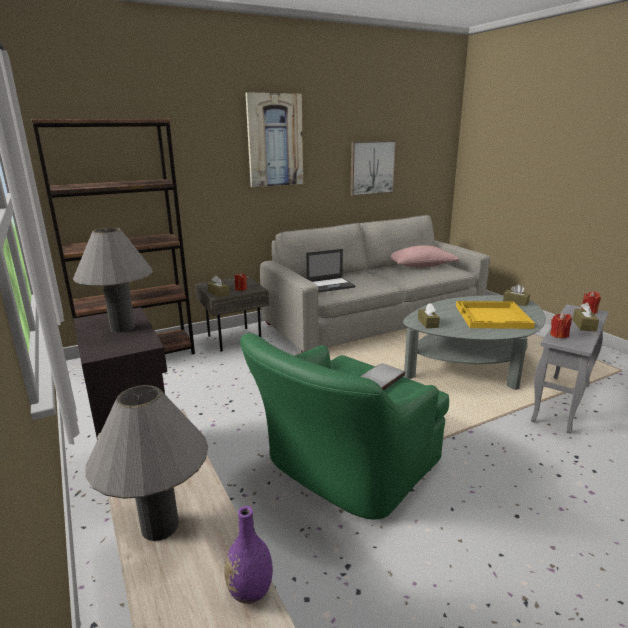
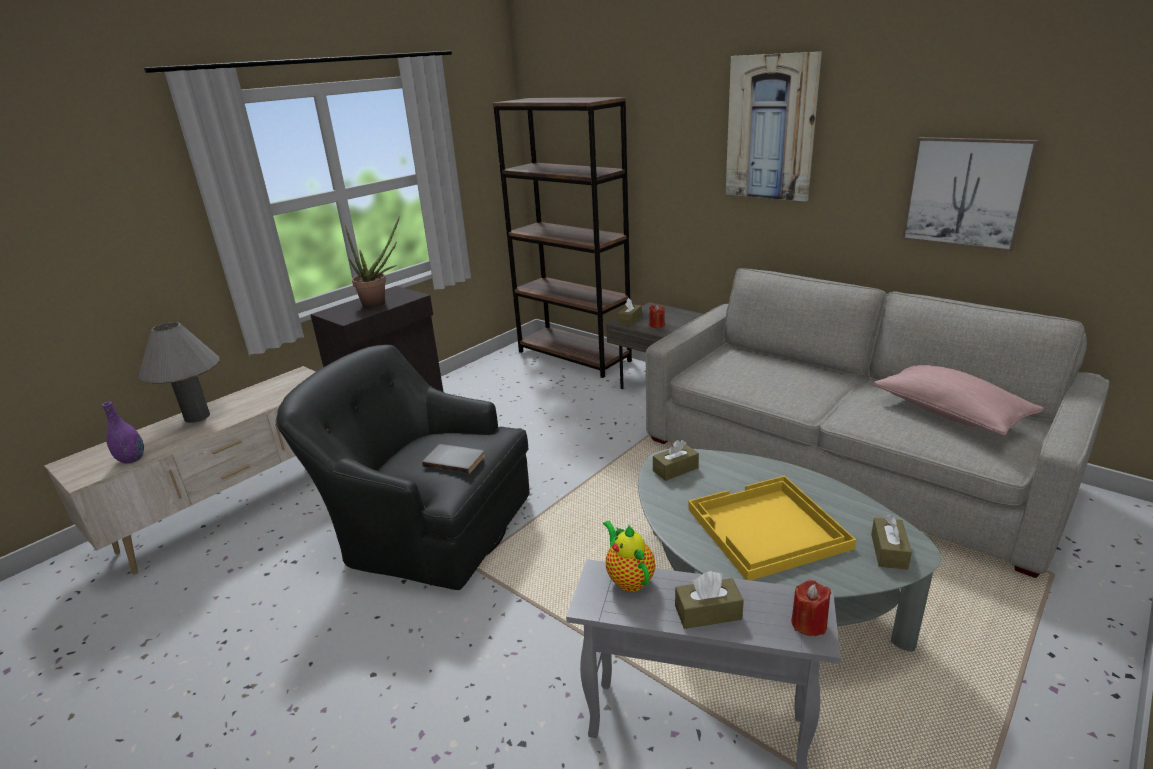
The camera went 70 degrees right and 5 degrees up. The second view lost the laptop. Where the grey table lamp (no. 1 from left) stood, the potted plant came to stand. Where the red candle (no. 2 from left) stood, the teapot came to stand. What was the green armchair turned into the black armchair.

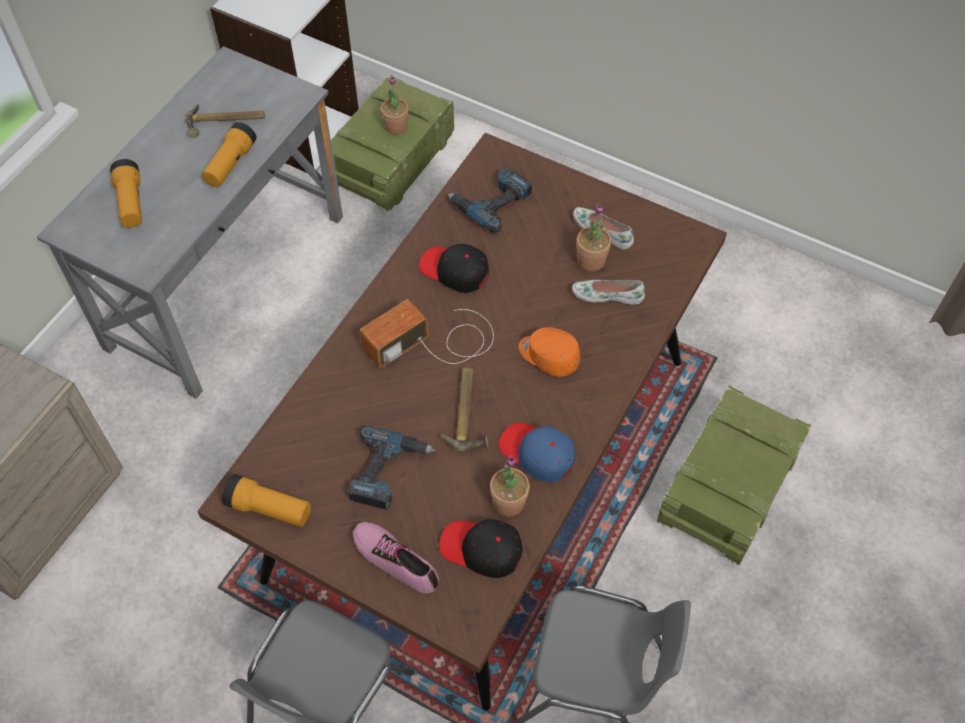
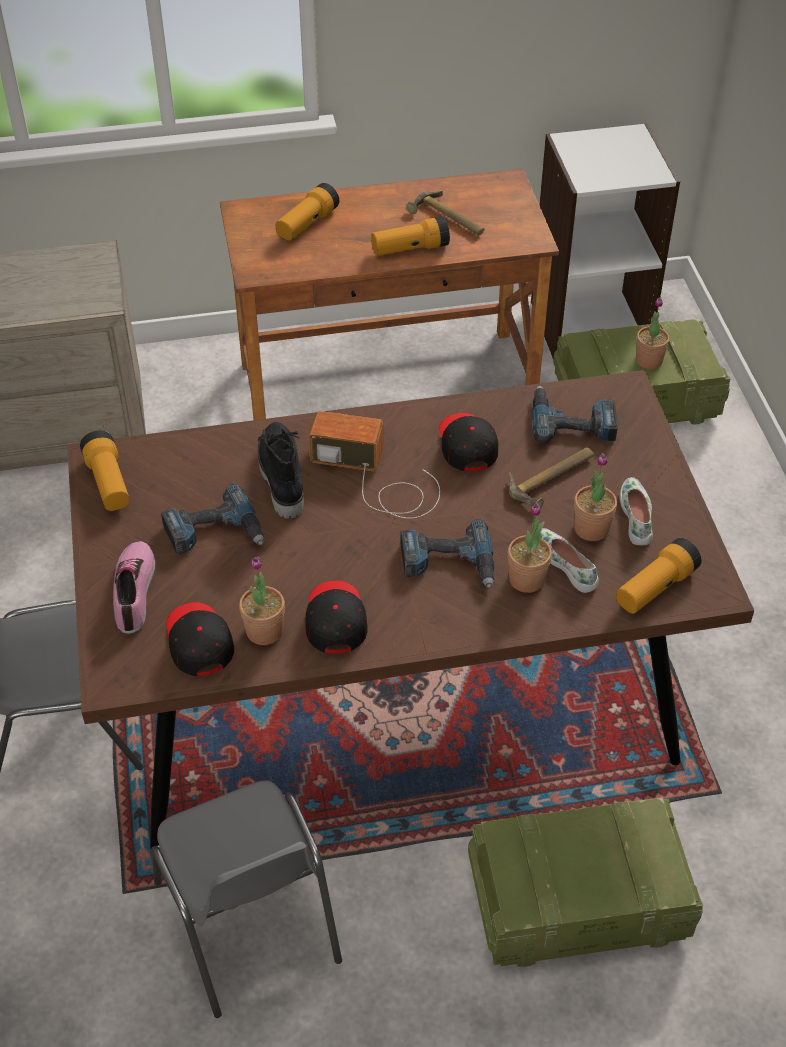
The camera went 50 degrees right and 10 degrees down. The second view gained the black boot. The second view gained the potted plant (no. 2 from left). The second view gained the flashlight (no. 4 from left). The hammer (no. 2 from left) ended up elsewhere. Where the orange cap stood, the power drill (no. 2 from left) came to stand. What was the grey desk turned into the brown desk. What was the blue cap turned into the black cap (no. 2 from left).

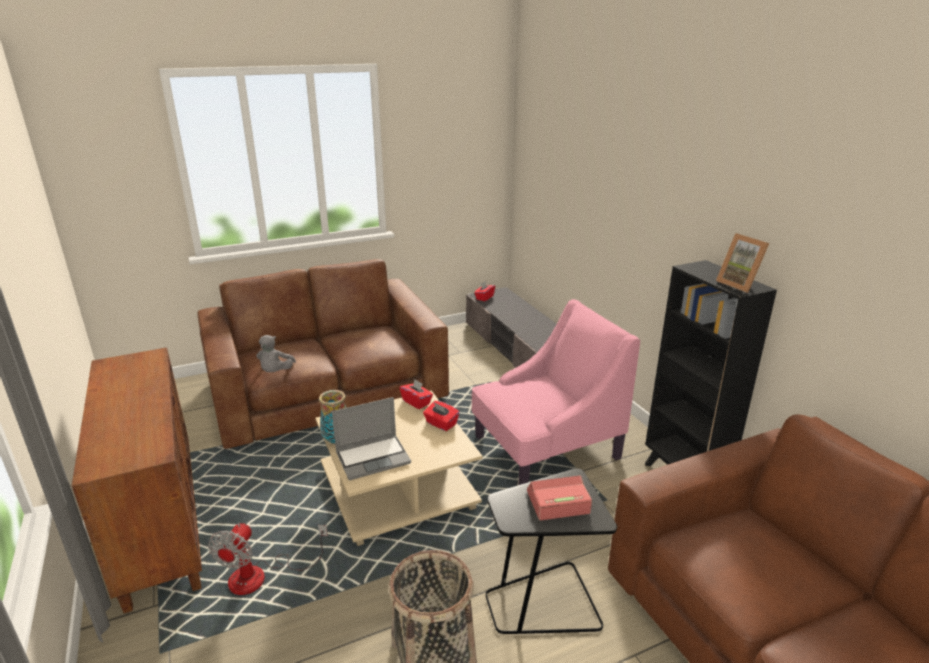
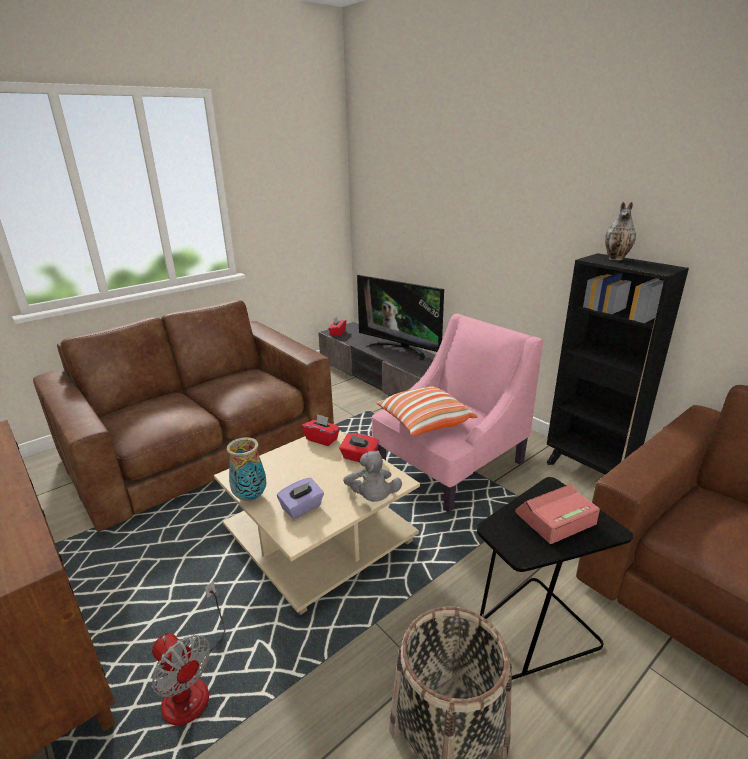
The camera went 15 degrees left and 0 degrees up. The second view lost the picture frame. The second view gained the television. The second view gained the pillow. The second view gained the vase (no. 2 from left). The grey plush toy ended up elsewhere. Where the laptop stood, the purple tissue box came to stand. The fan ended up facing another way, 45 degrees counterclockwise from before.

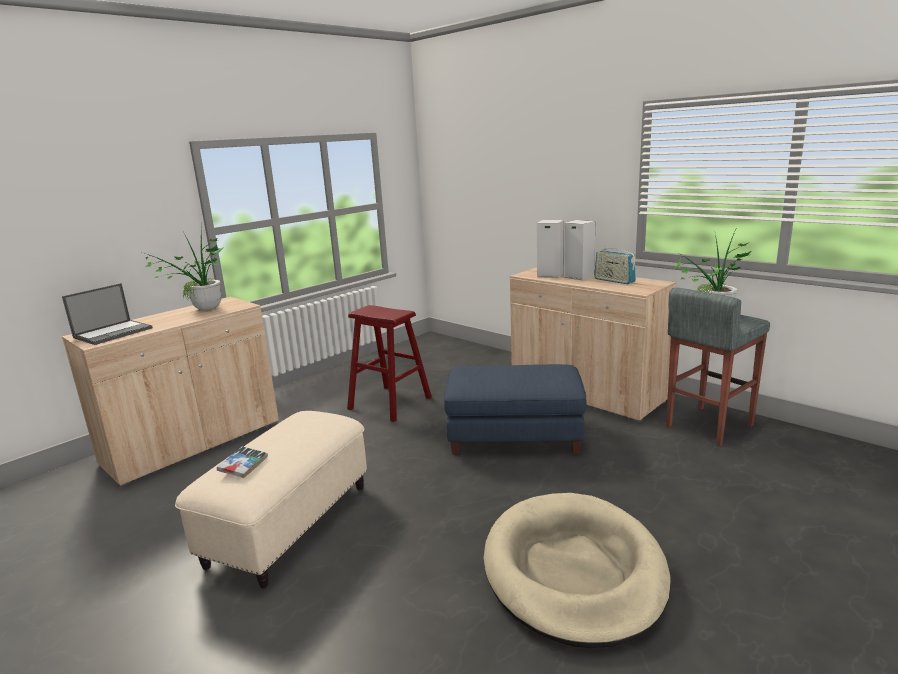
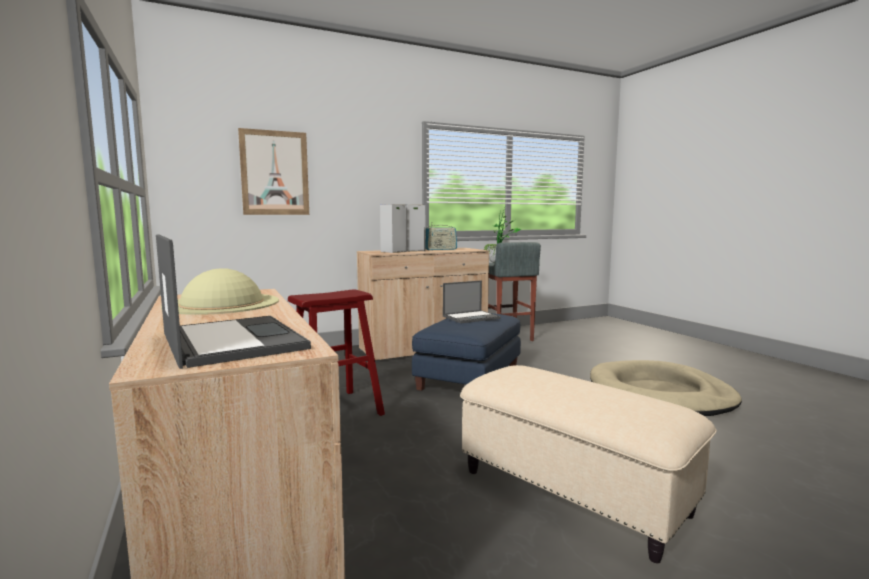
The camera went 70 degrees left and 10 degrees down. The second view lost the book. The second view gained the picture. The second view gained the laptop (no. 2 from left). Where the potted plant (no. 1 from left) stood, the beige hat came to stand.

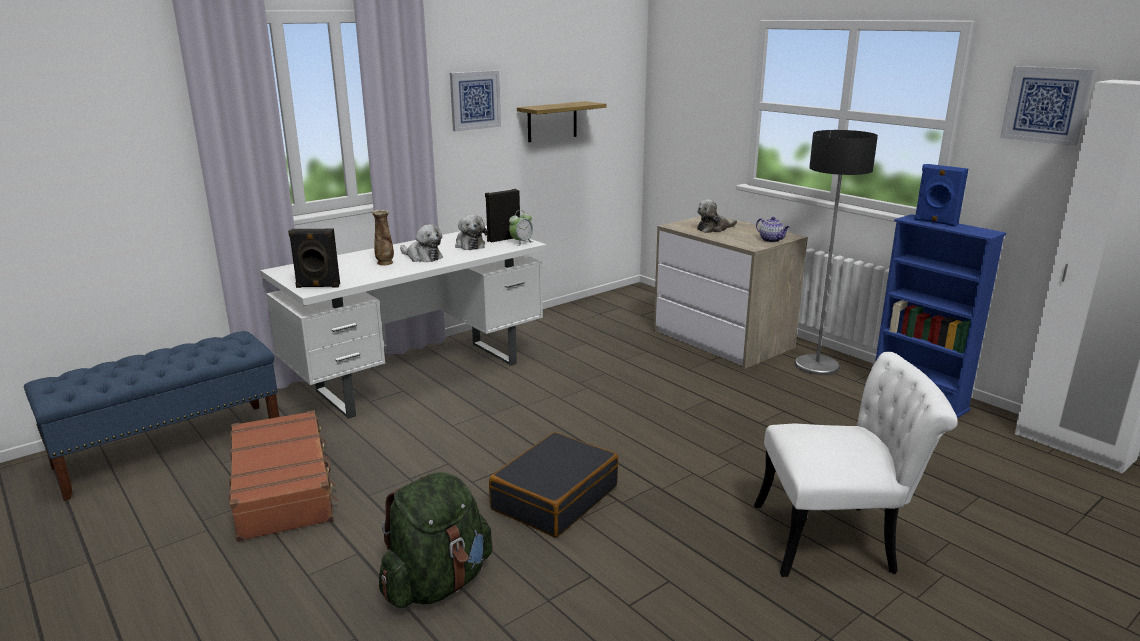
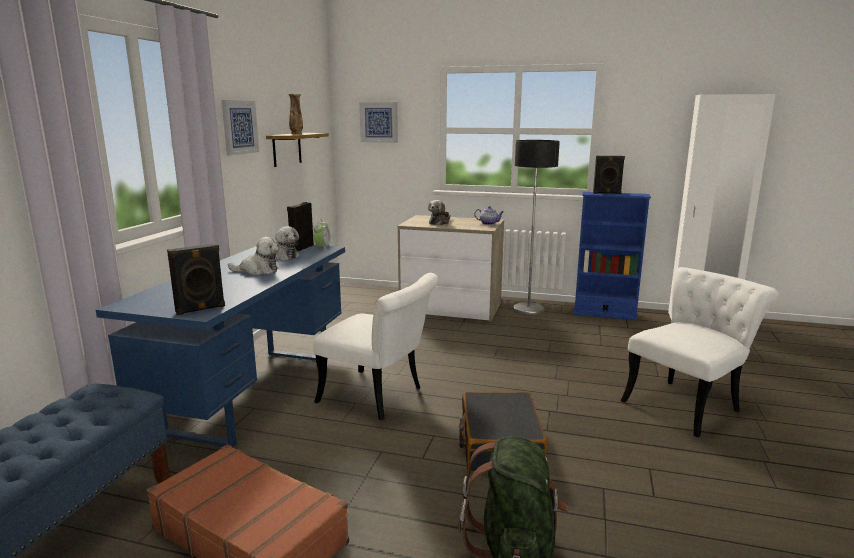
The camera went 35 degrees left and 5 degrees down. The second view gained the white chair (no. 1 from left). The vase ended up elsewhere. The picture (no. 2 from left) ended up elsewhere. What was the white desk turned into the blue desk. What was the blue speaker turned into the black speaker (no. 3 from left).

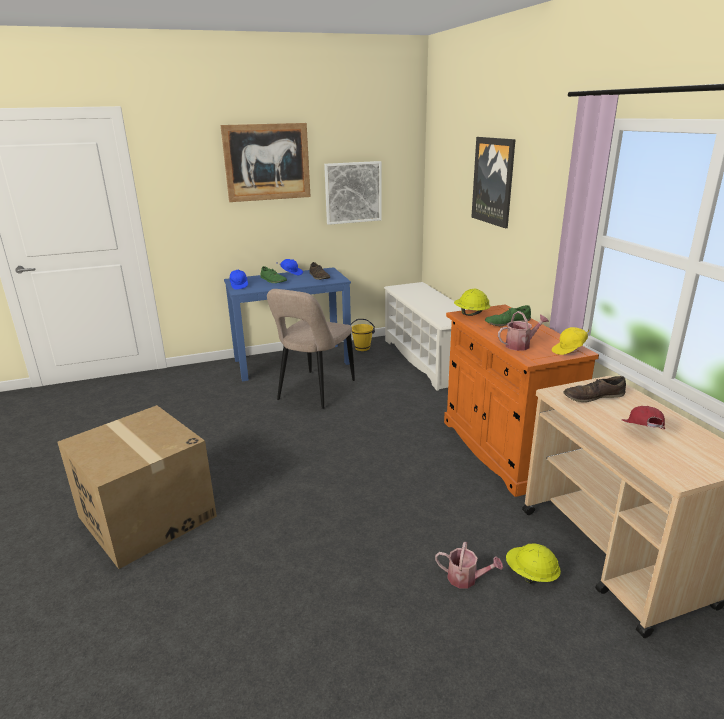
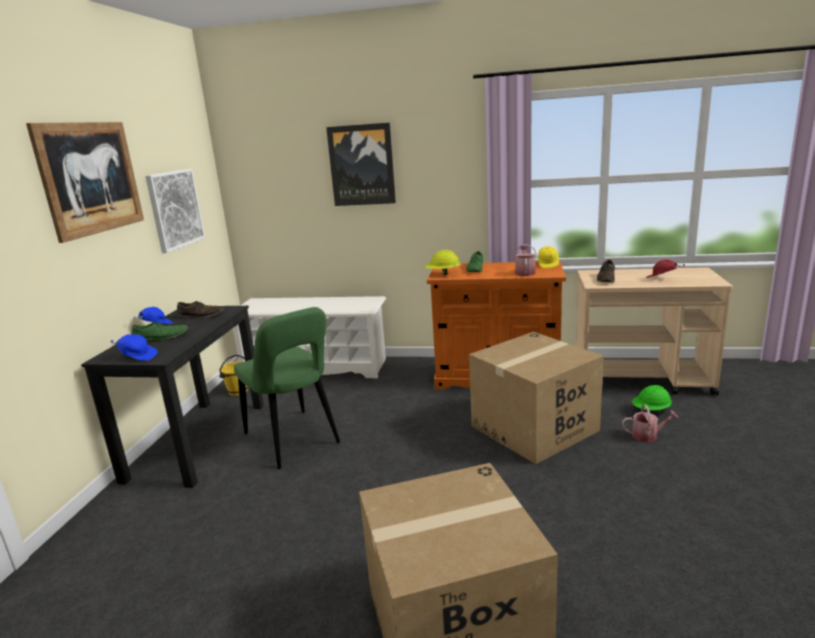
The camera went 60 degrees left and 5 degrees down. The second view gained the cardboard box (no. 2 from left). What was the blue desk turned into the black desk. What was the beige chair turned into the green chair. What was the yellow hard hat (no. 2 from left) turned into the green hard hat. The watering can (no. 1 from left in the first image) ended up facing another way, 45 degrees clockwise from before.

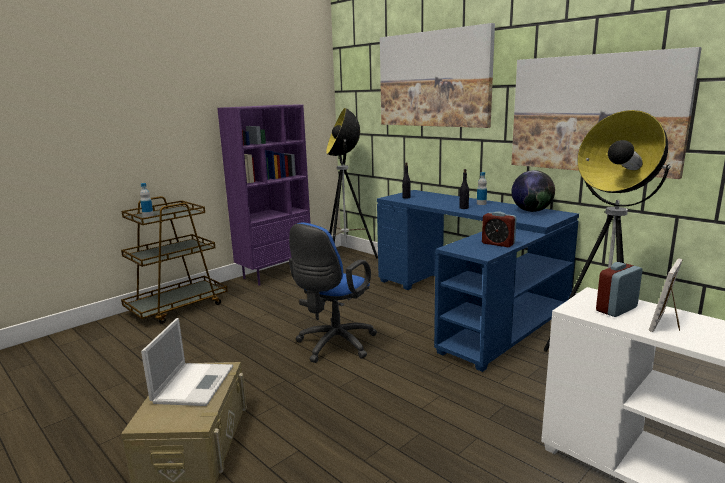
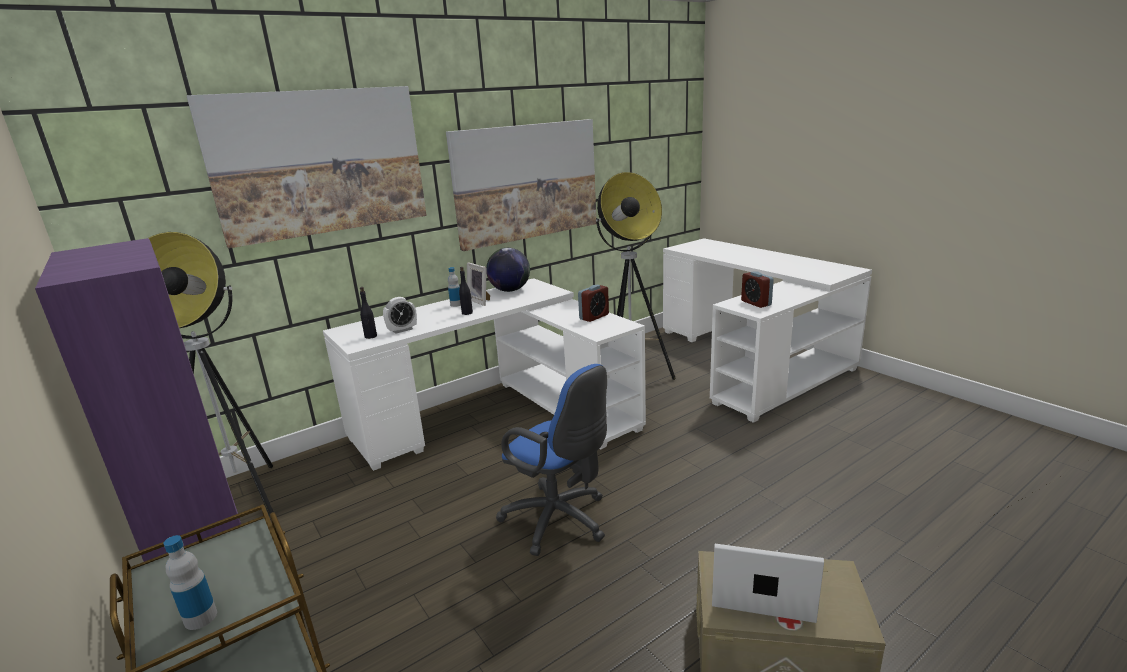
The camera went 80 degrees left and 5 degrees up. The second view gained the alarm clock (no. 1 from left). The picture frame ended up elsewhere. What was the blue desk turned into the white desk (no. 1 from left).

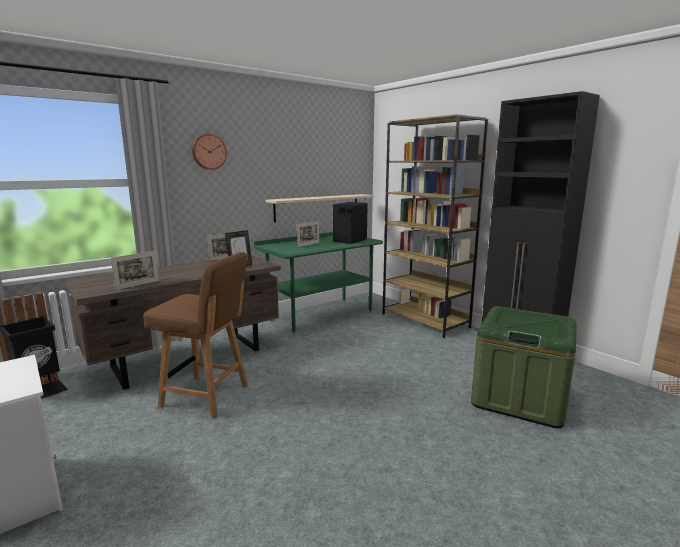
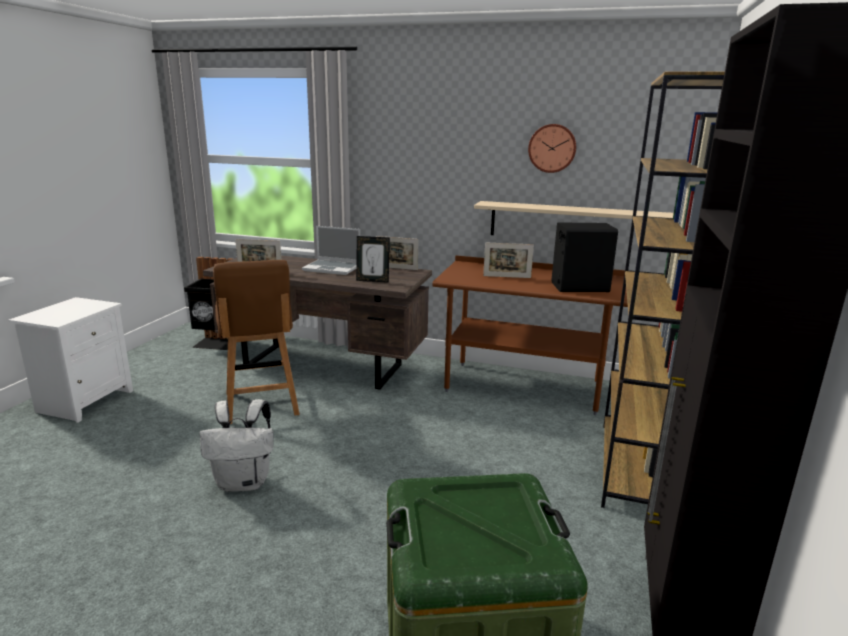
The camera went 55 degrees right and 5 degrees up. The second view gained the white backpack. The second view gained the laptop. The wall clock ended up elsewhere. What was the green desk turned into the brown desk (no. 2 from left).

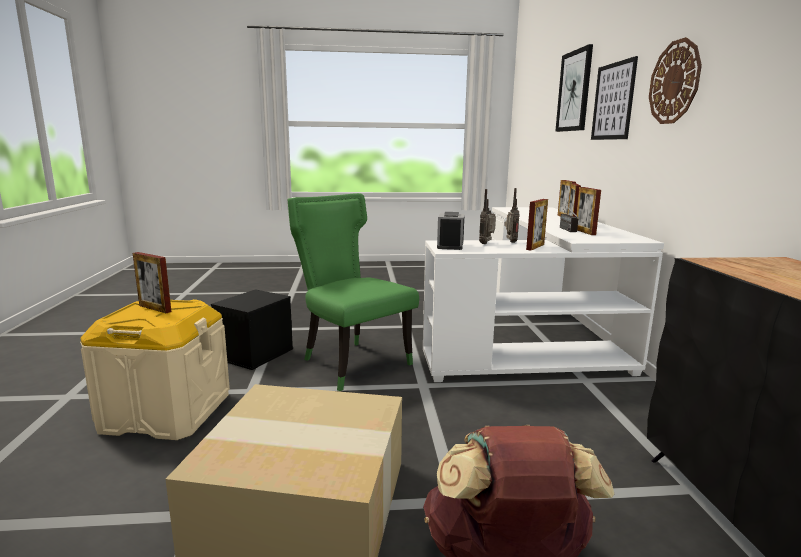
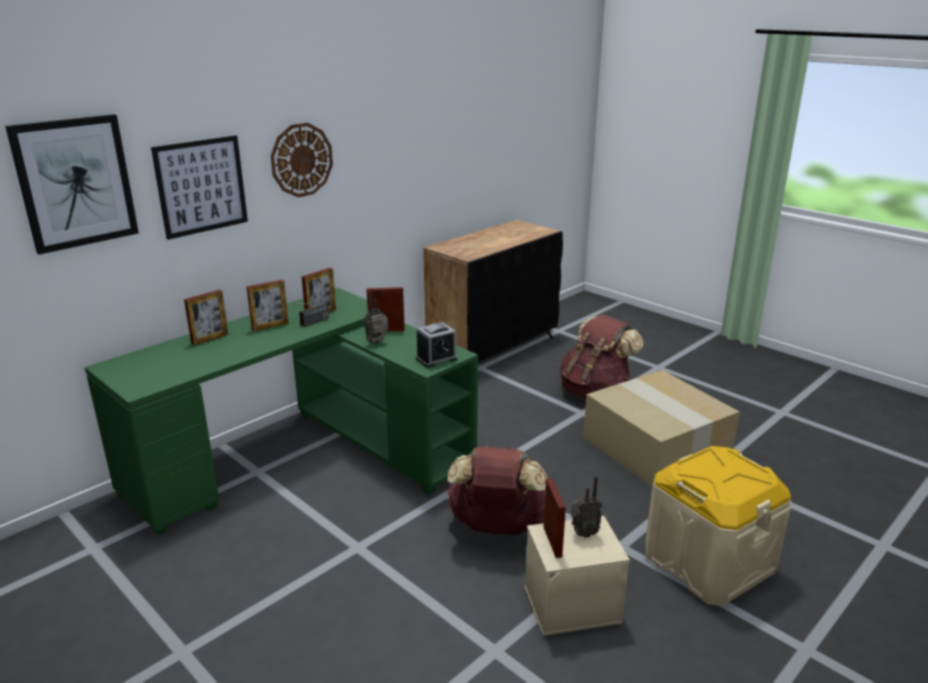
The camera went 130 degrees left and 10 degrees up. The picture frame (no. 1 from left in the first image) ended up elsewhere. The radio (no. 1 from left in the first image) ended up elsewhere. Where the green chair stood, the brown backpack (no. 1 from left) came to stand. What was the black storage box turned into the beige storage box (no. 1 from left). What was the white desk turned into the green desk.

